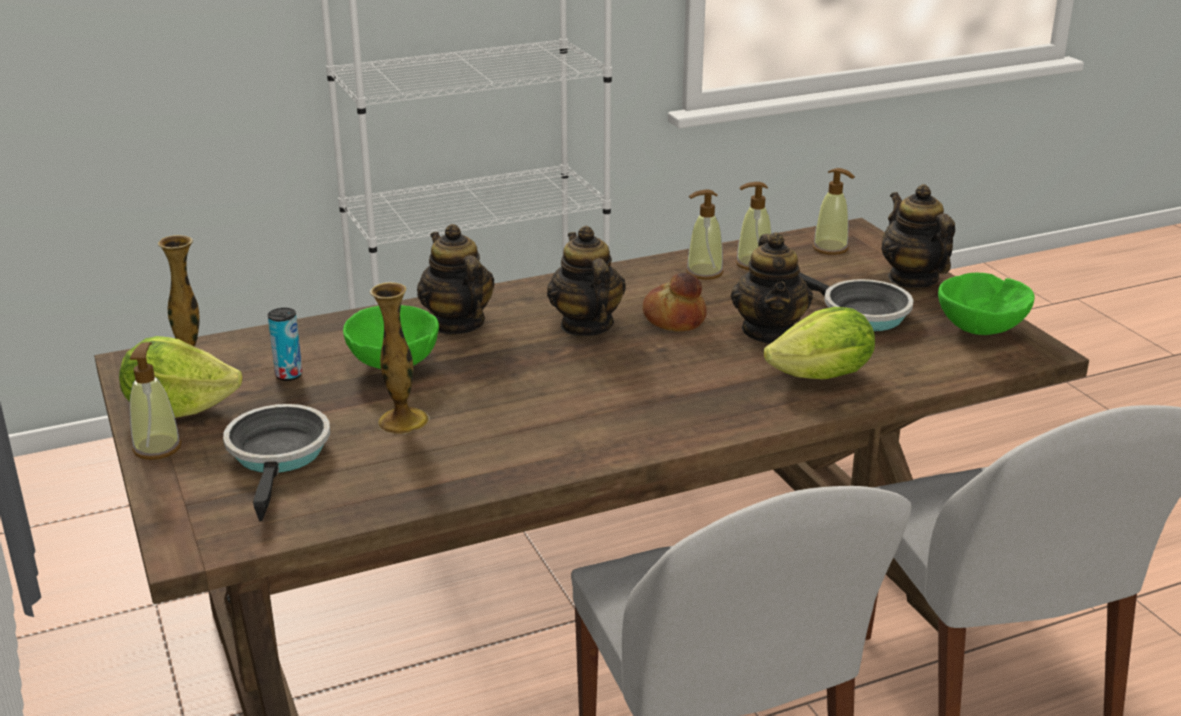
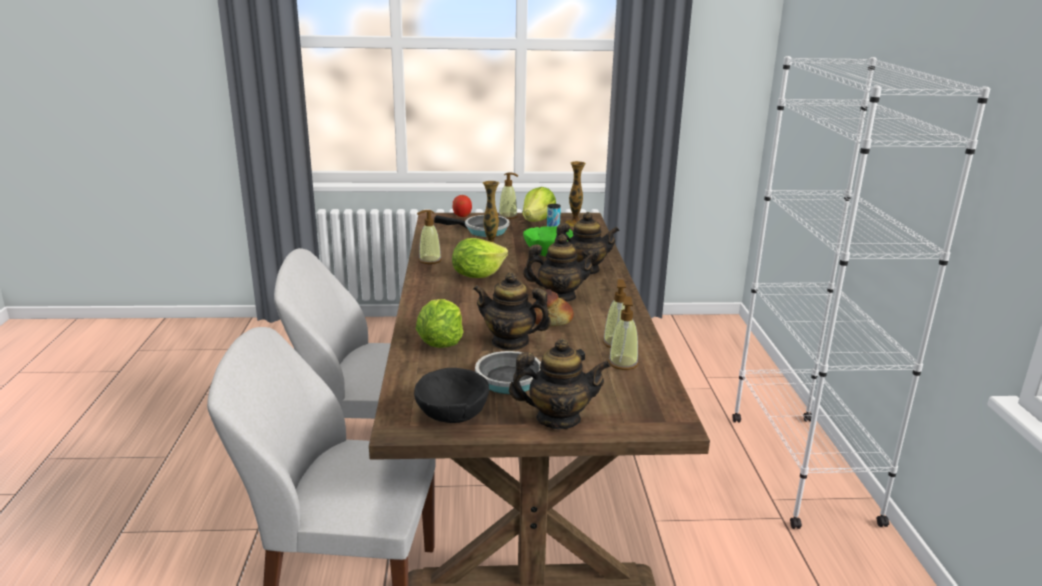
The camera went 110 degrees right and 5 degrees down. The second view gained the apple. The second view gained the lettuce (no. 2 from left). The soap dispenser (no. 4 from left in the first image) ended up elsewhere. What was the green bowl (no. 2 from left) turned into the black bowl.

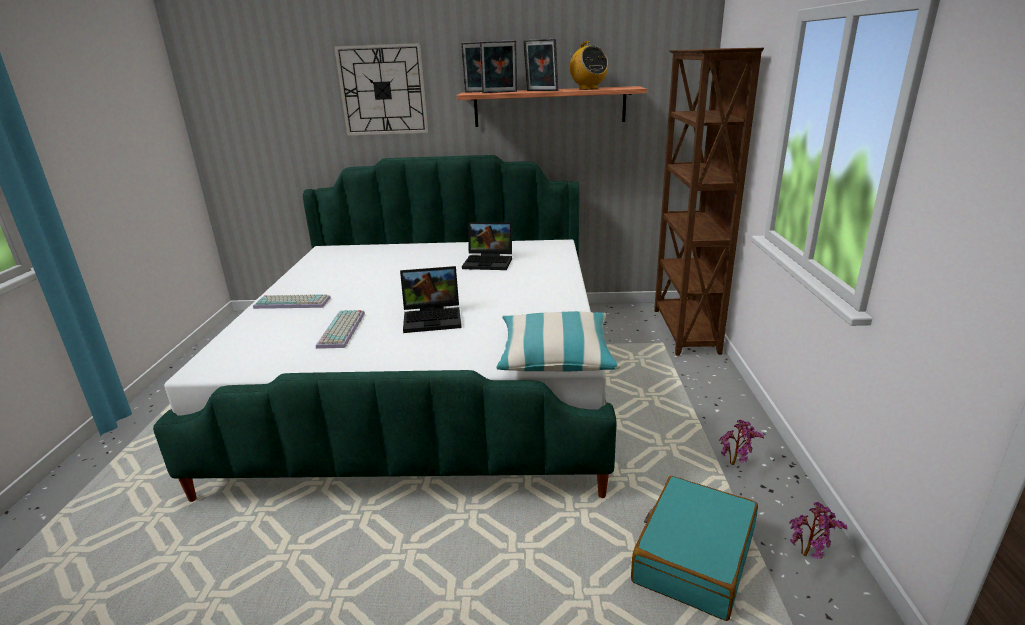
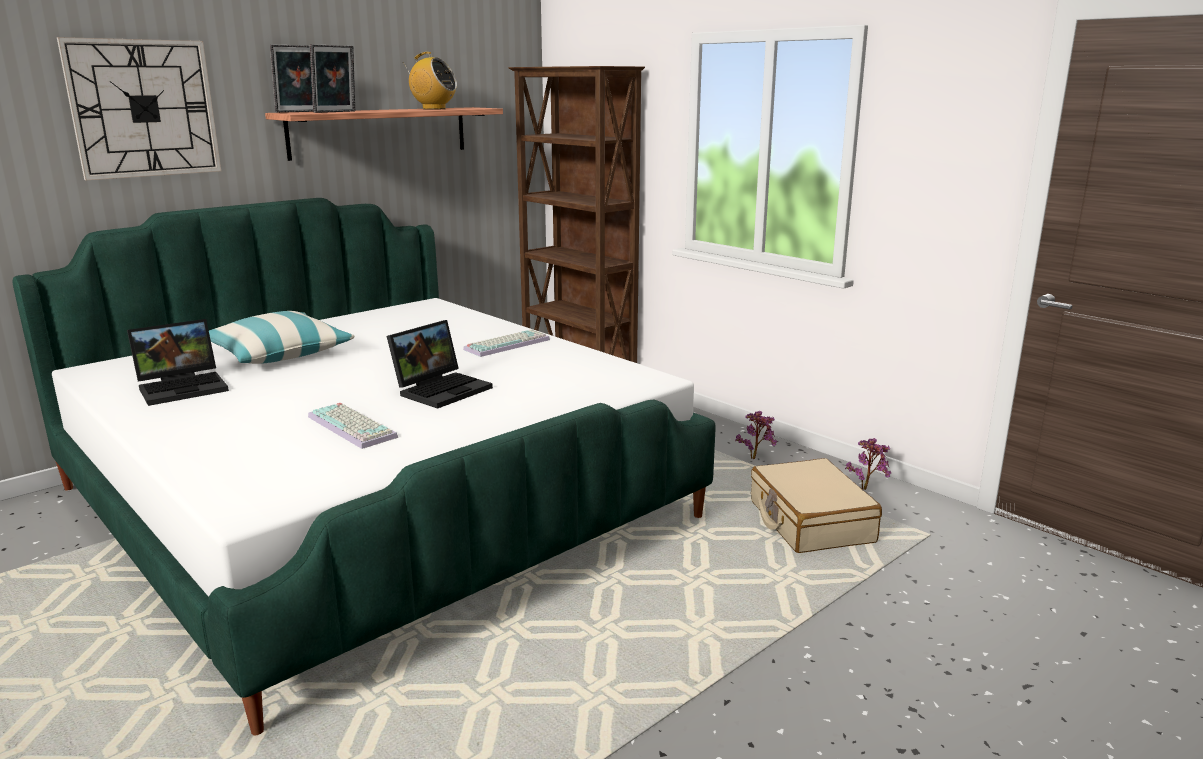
The camera went 45 degrees left and 5 degrees down. The second view lost the picture frame (no. 3 from left). The keyboard (no. 1 from left in the first image) ended up elsewhere. The laptop (no. 2 from left in the first image) ended up elsewhere. The pillow ended up elsewhere. What was the turquoise suitcase turned into the beige suitcase.

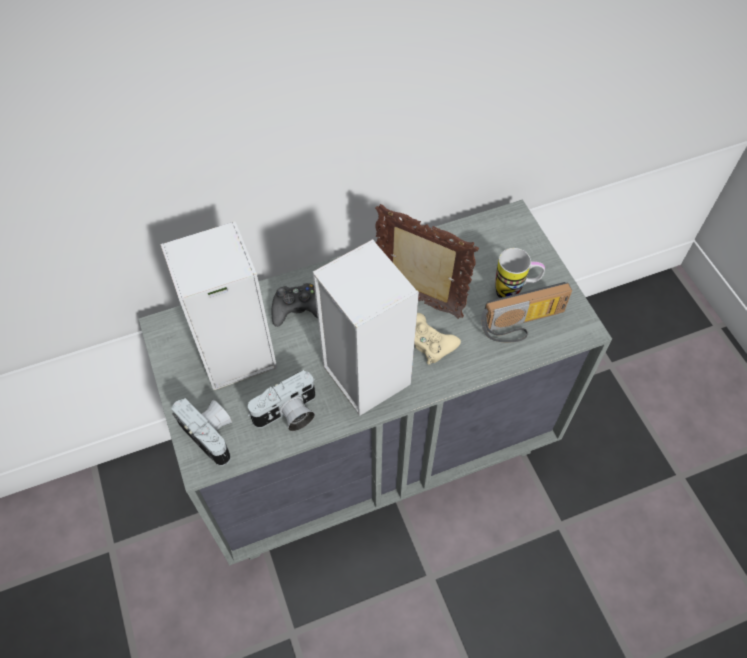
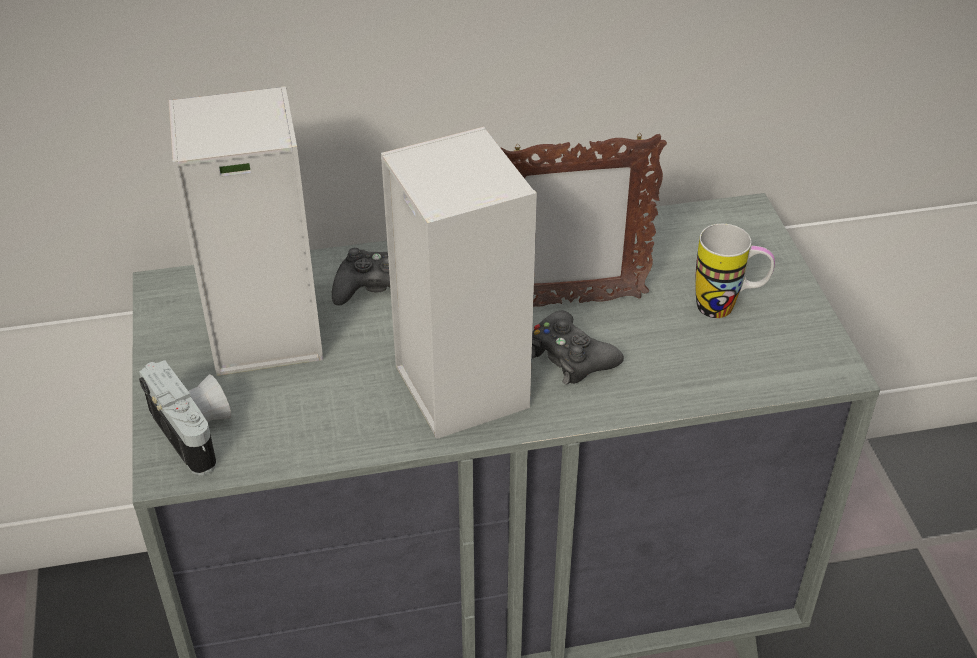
The camera went 10 degrees right and 15 degrees down. The second view lost the photo camera (no. 2 from left). The second view lost the radio. What was the beige game controller turned into the black game controller (no. 2 from left). The picture frame ended up facing another way, 135 degrees clockwise from before.

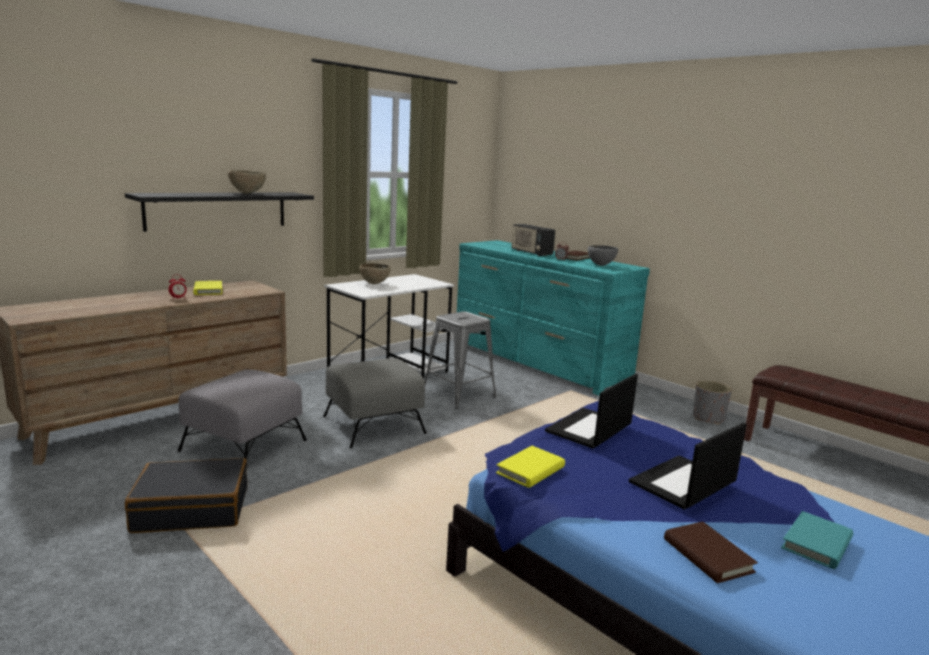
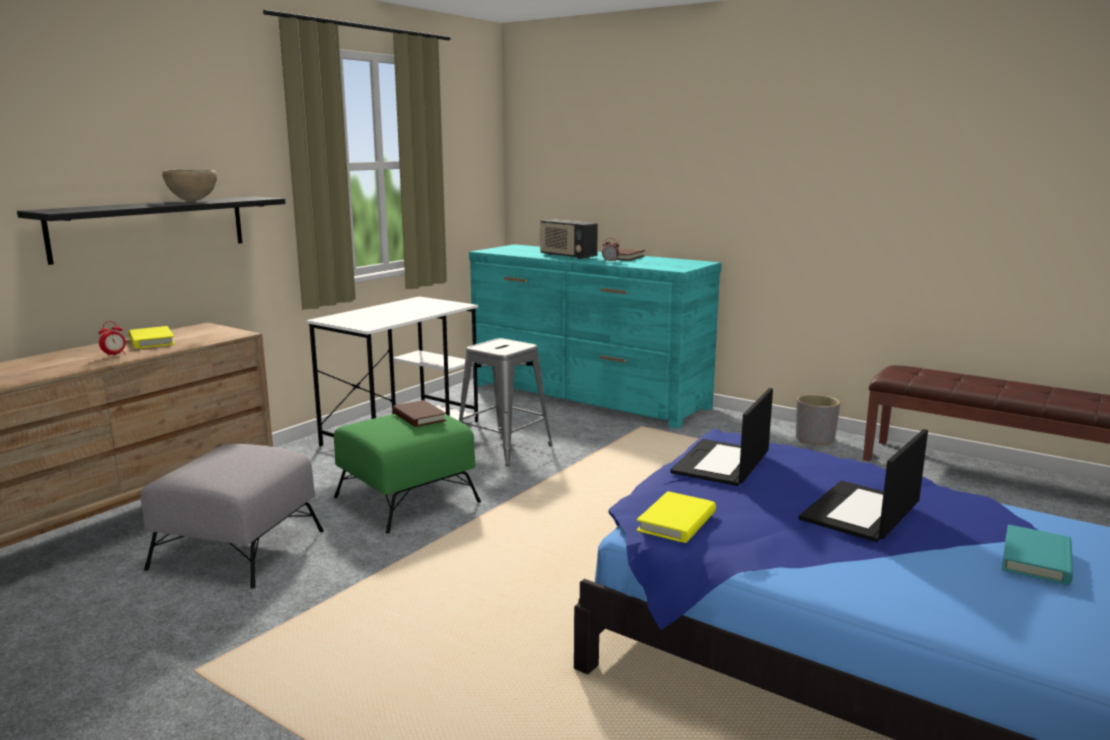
The camera went 10 degrees left and 0 degrees up. The second view lost the black suitcase. The second view lost the brown bowl (no. 2 from left). The second view lost the grey bowl. The brown book (no. 2 from left in the first image) ended up elsewhere. What was the grey ottoman (no. 2 from left) turned into the green ottoman.

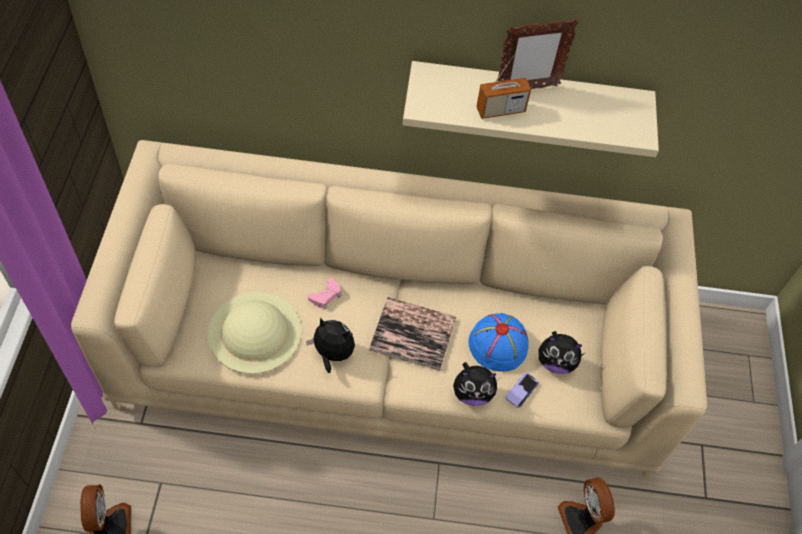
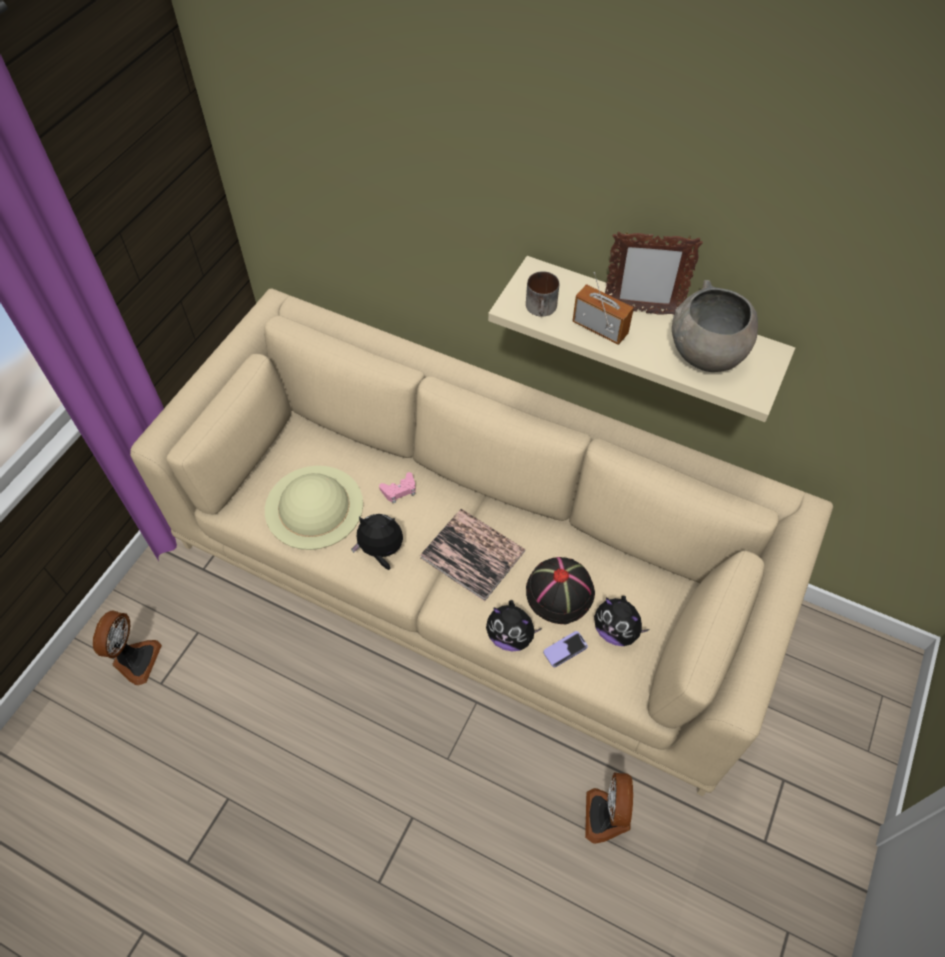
The camera went 25 degrees right and 0 degrees up. The second view gained the mug. The second view gained the grey bowl. What was the blue hat turned into the black hat. The plush toy (no. 1 from left) ended up facing another way, 45 degrees counterclockwise from before. The radio ended up facing another way, 150 degrees counterclockwise from before.

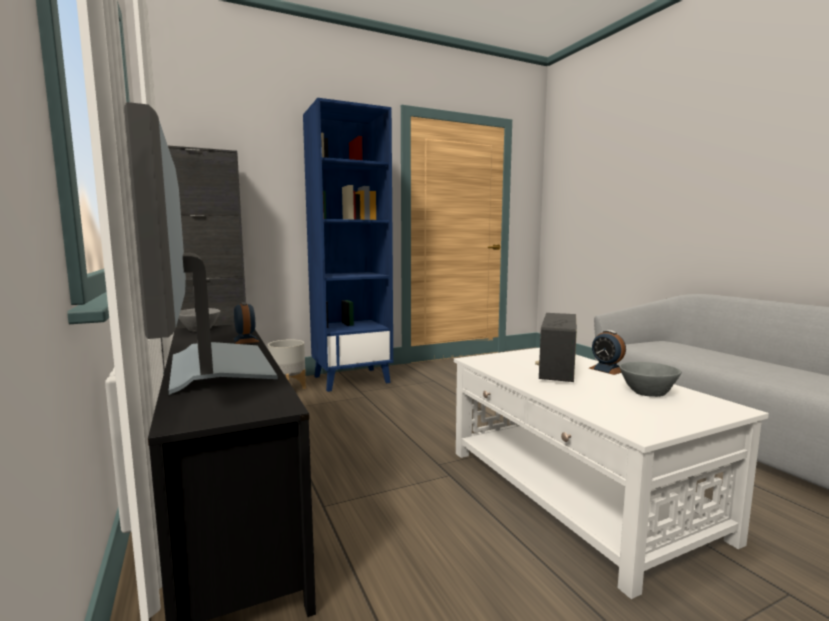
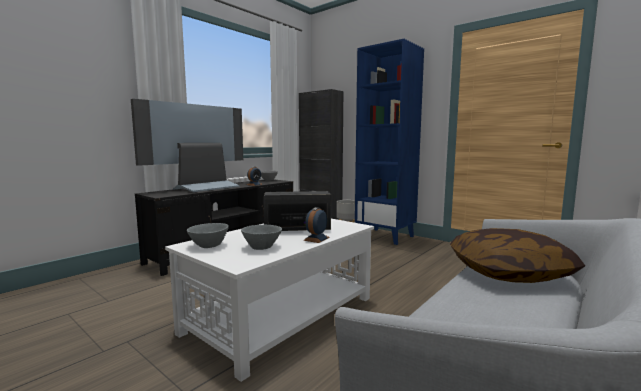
The camera went 65 degrees right and 0 degrees up. The second view gained the grey bowl (no. 1 from left). The second view gained the pillow.

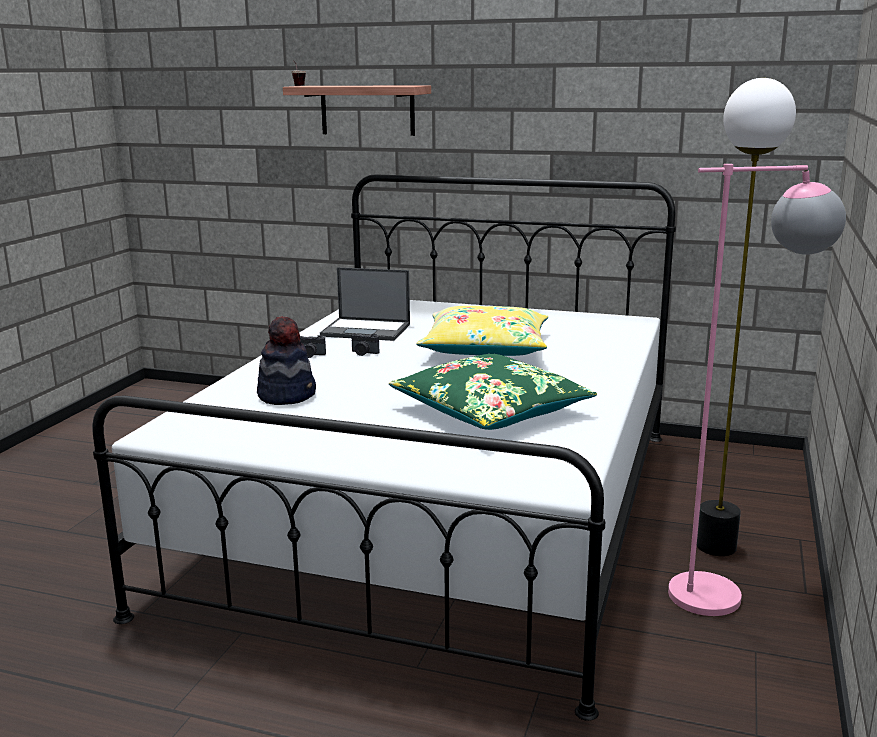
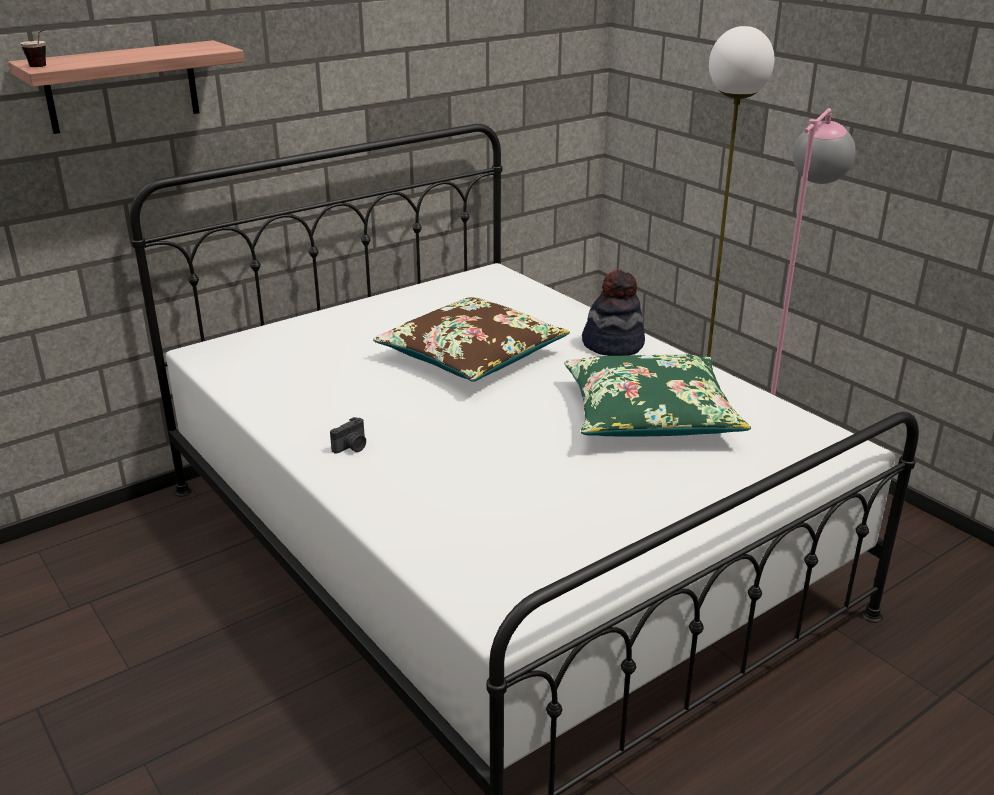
The camera went 55 degrees left and 10 degrees up. The second view lost the laptop. The second view lost the photo camera (no. 2 from left). The hat ended up elsewhere. What was the yellow pillow turned into the brown pillow.

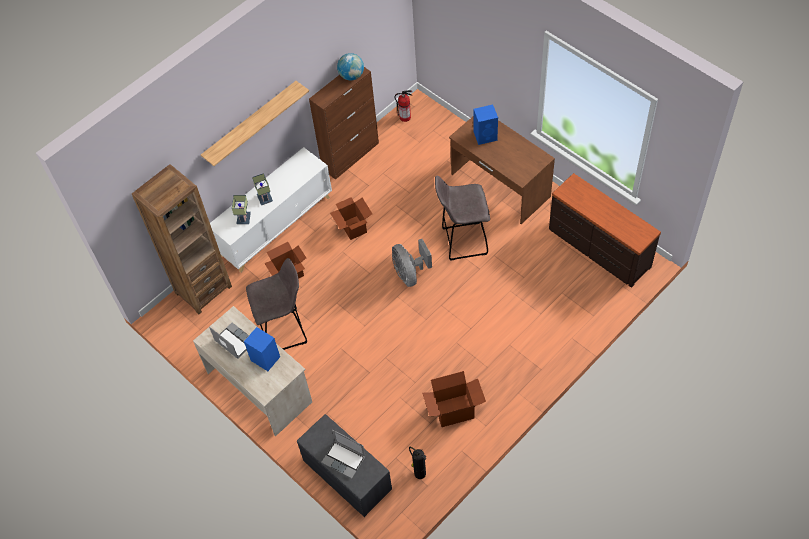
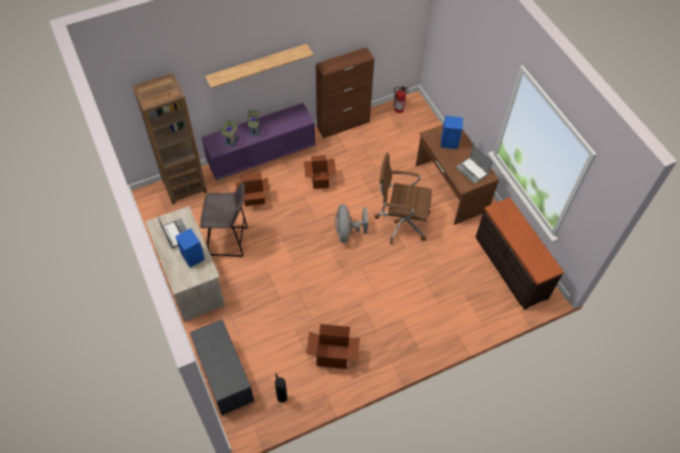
The camera went 15 degrees right and 0 degrees up. The second view lost the globe. The laptop (no. 2 from left) ended up elsewhere. Where the grey stool (no. 2 from left) stood, the brown office chair came to stand. What was the white cabinet turned into the purple cabinet.

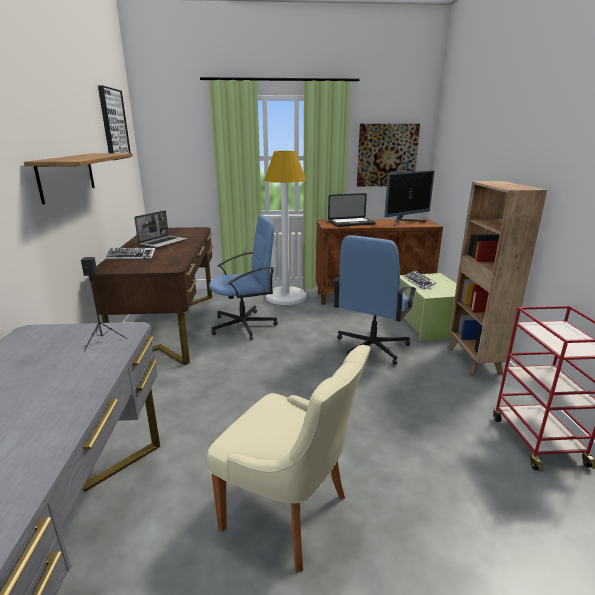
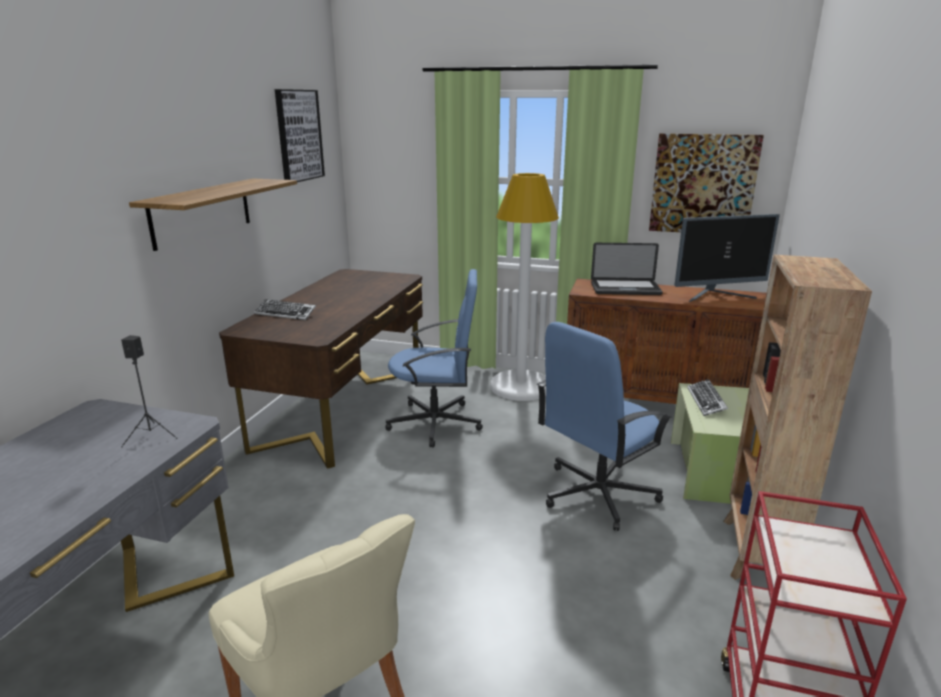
The camera went 20 degrees right and 0 degrees up. The second view lost the laptop (no. 1 from left).

